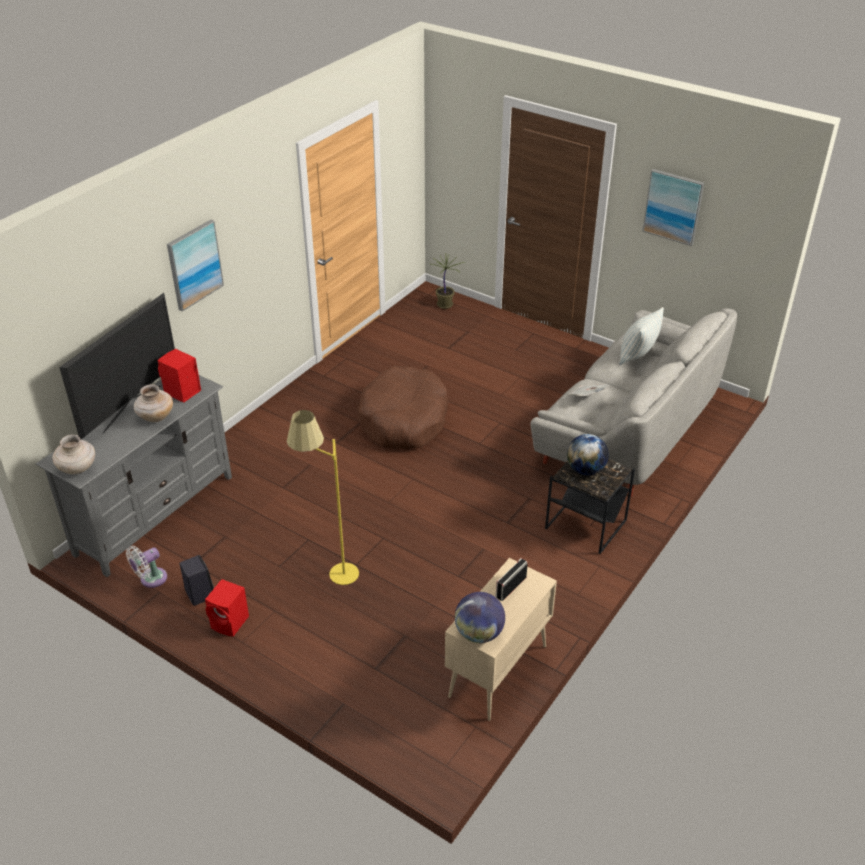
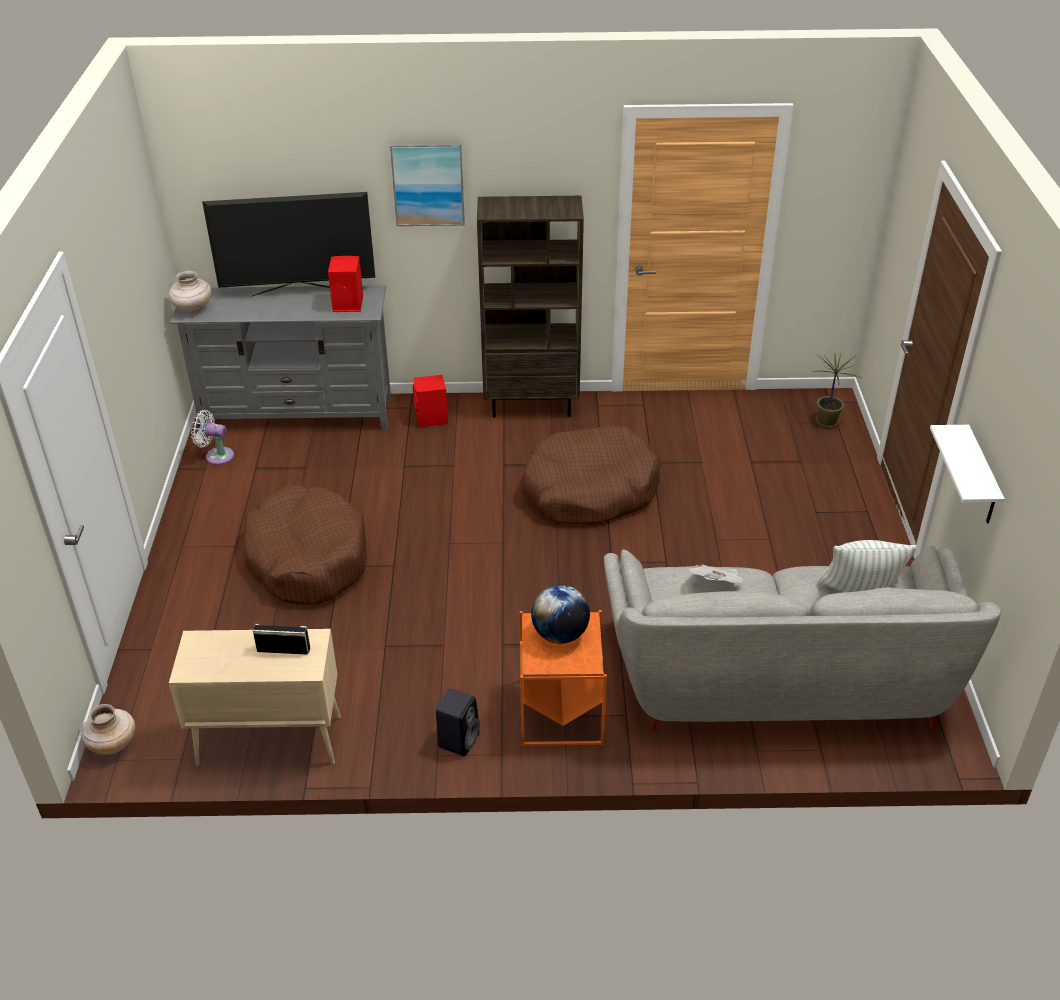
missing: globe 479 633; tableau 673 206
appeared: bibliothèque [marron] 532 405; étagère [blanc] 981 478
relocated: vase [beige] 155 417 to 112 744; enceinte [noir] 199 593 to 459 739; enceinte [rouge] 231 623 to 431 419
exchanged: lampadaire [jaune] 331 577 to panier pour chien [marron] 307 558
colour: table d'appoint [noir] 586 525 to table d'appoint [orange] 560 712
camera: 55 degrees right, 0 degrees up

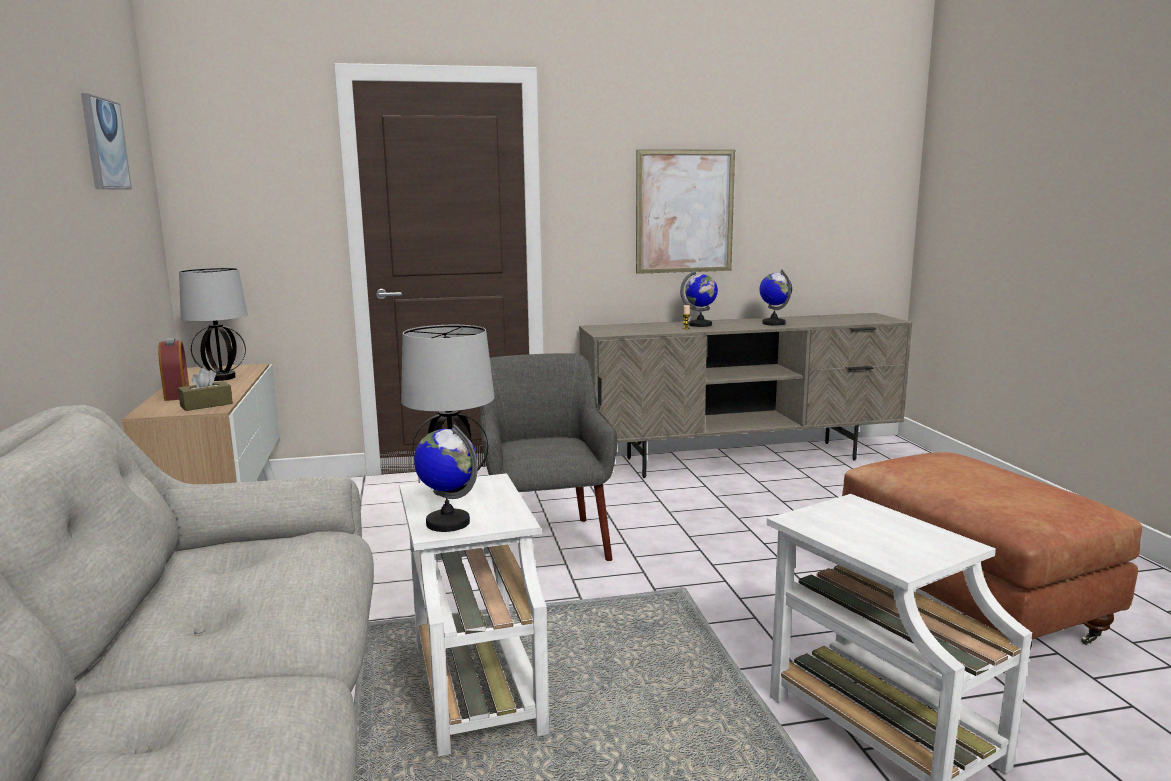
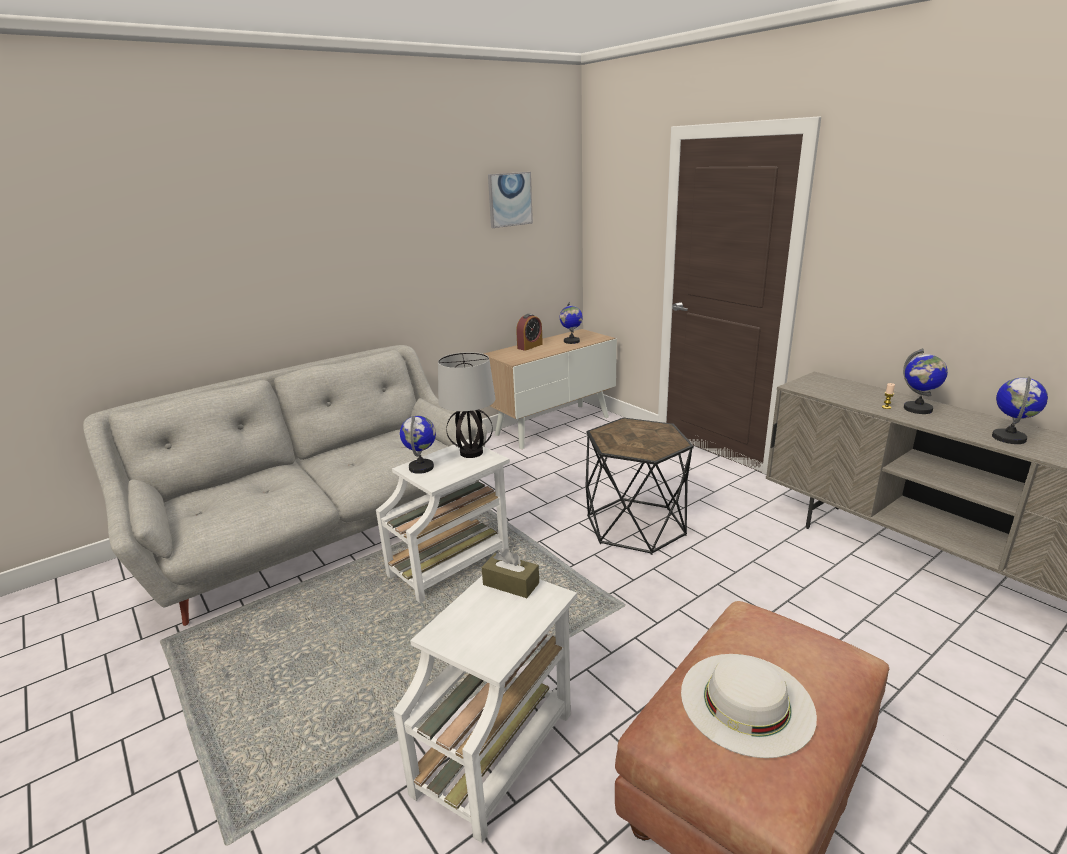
missing: tableau 685 211
appeared: chapeau [blanc] 746 702
relocated: boîte à mouchoirs [marron] 206 405 to 511 584
exchanged: lampe de table 222 378 to globe 571 341; fauteuil [gris] 545 542 to table d'appoint [noir] 635 525
camera: 65 degrees right, 10 degrees up

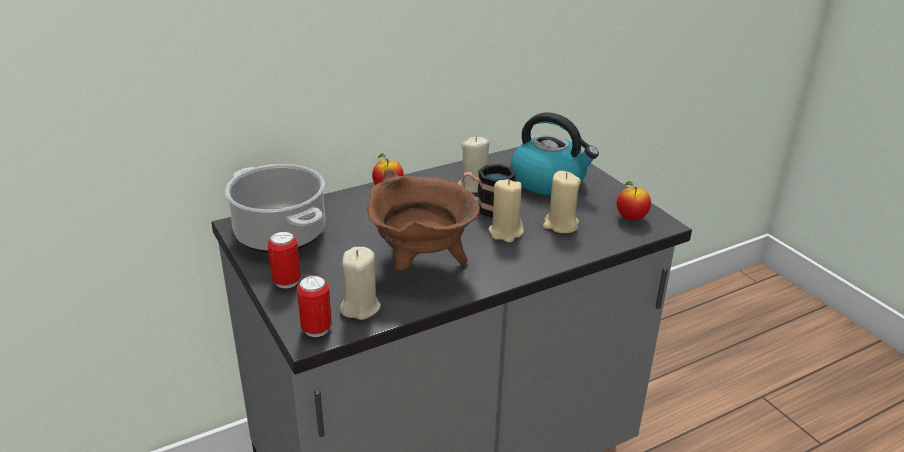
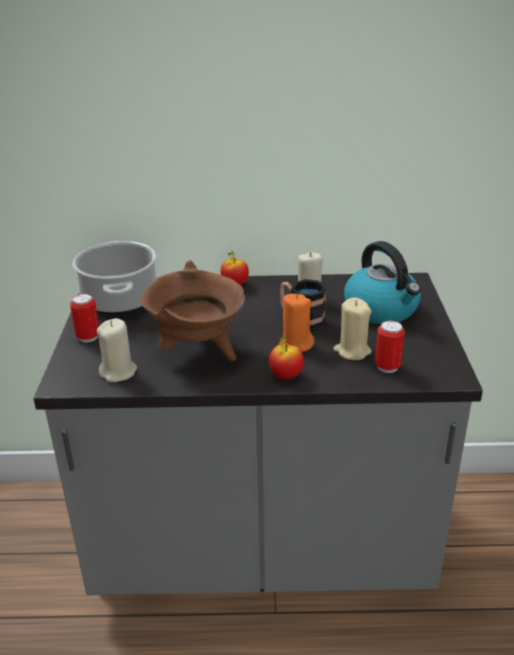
relocated: boîte métallique 316 329 to 387 367; pomme 631 218 to 286 376
colour: bougie [beige] 506 232 to bougie [orange] 295 344
camera: 30 degrees right, 0 degrees up

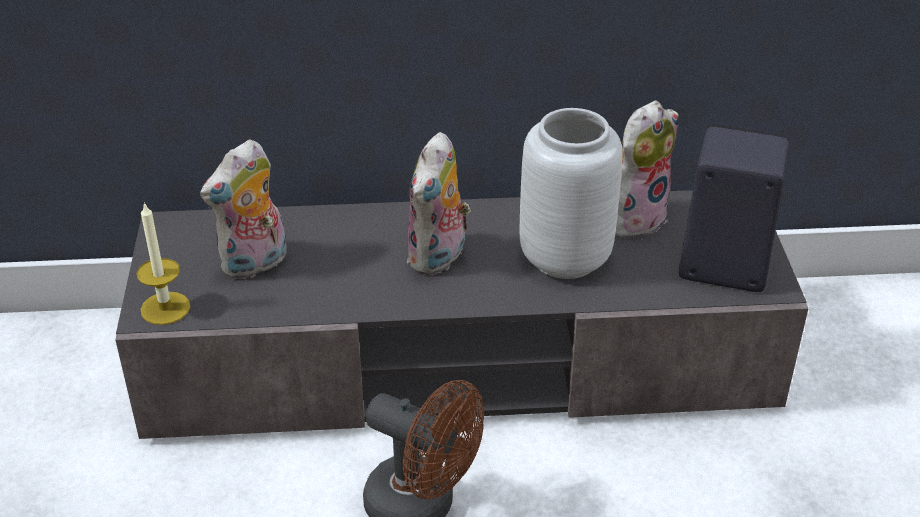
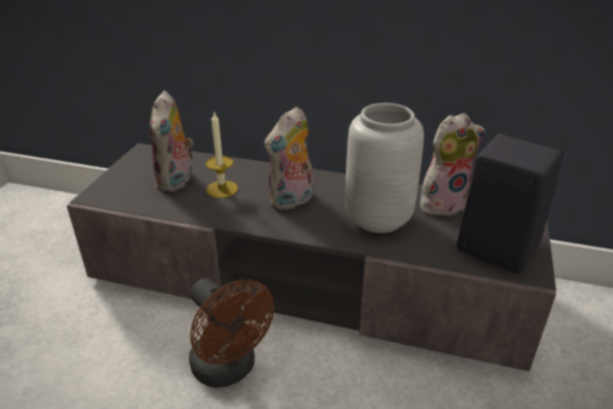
relocated: bougie 165 308 to 222 189
spun: peluche 255 265 = 177 182 60 degrees counterclockwise
camera: 20 degrees right, 5 degrees down

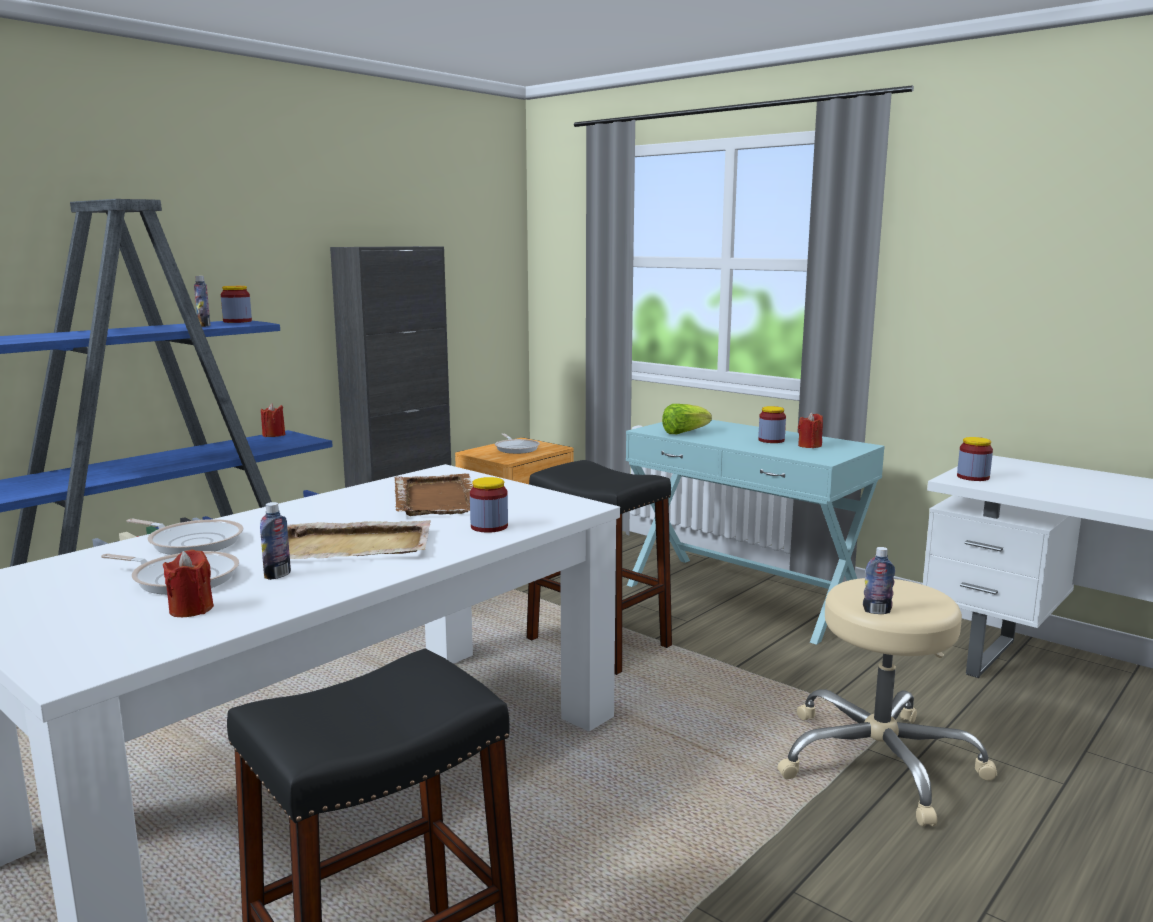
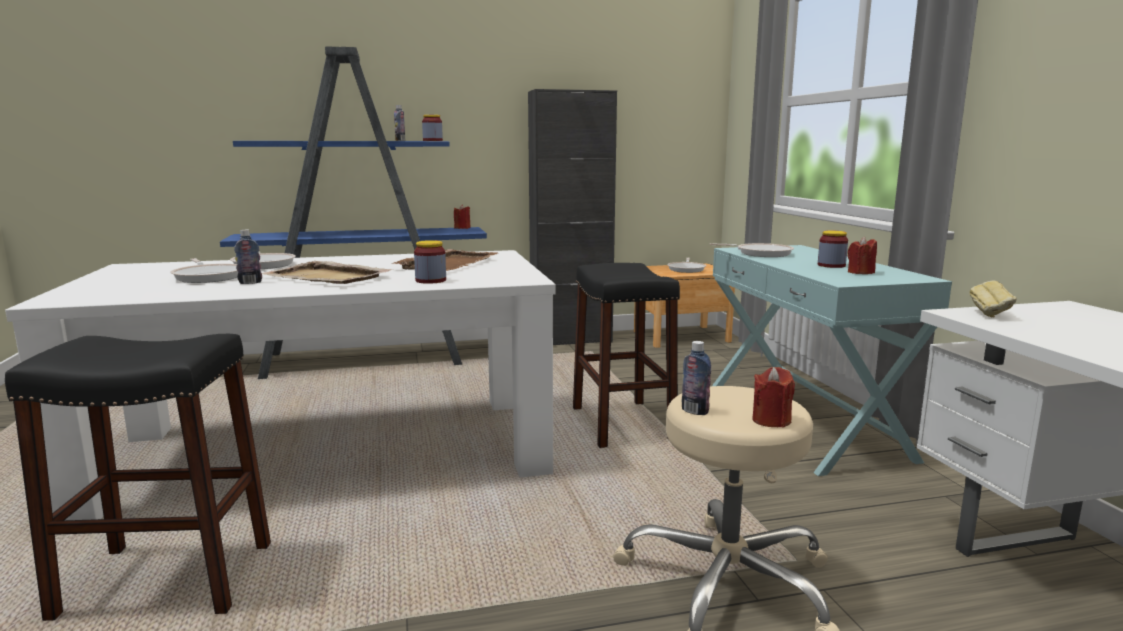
relocated: bougie [rouge] 191 609 to 771 420
exchanged: laitue 684 433 to poêle 761 253; bocal 973 477 to pain 990 314
camera: 35 degrees right, 0 degrees up

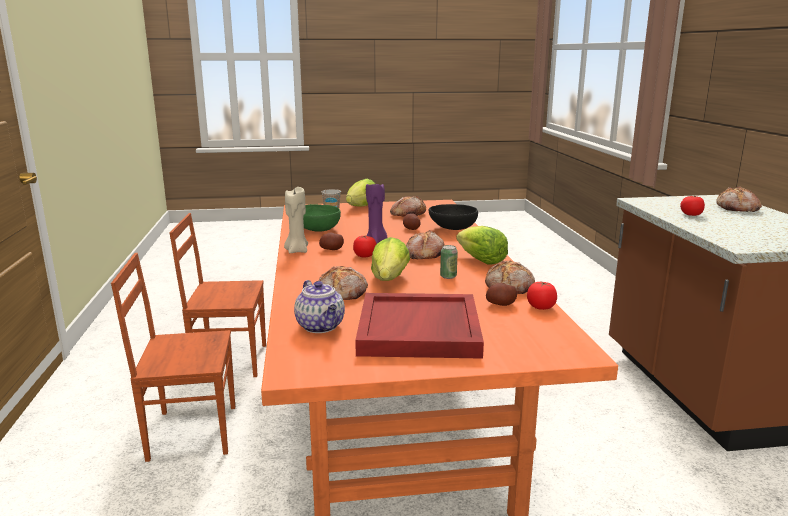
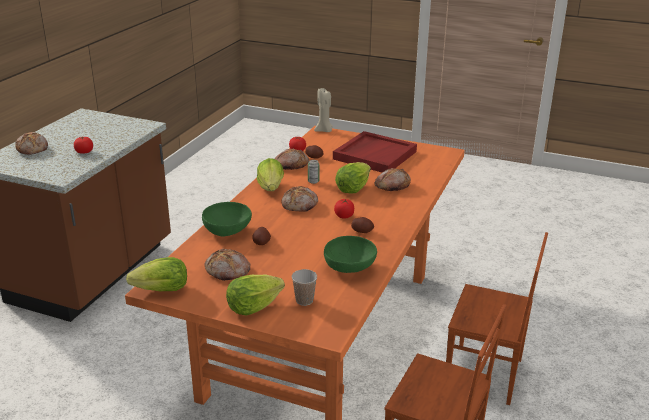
missing: théière 321 327; bougie [violet] 376 242
appeared: laitue 162 290
relocated: bougie [beige] 296 251 to 324 131
colour: bol [noir] 452 229 to bol [vert] 228 231
camera: 150 degrees left, 10 degrees up

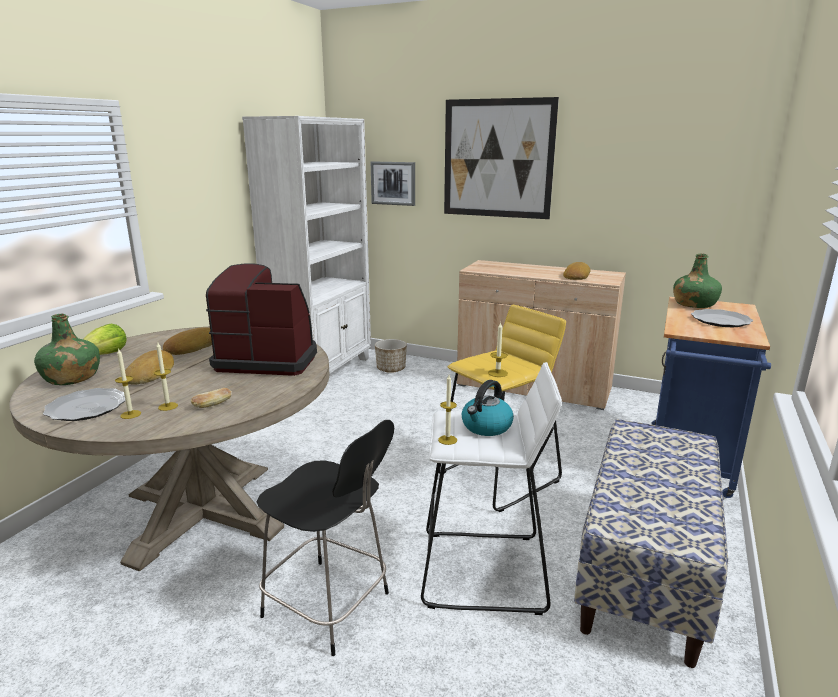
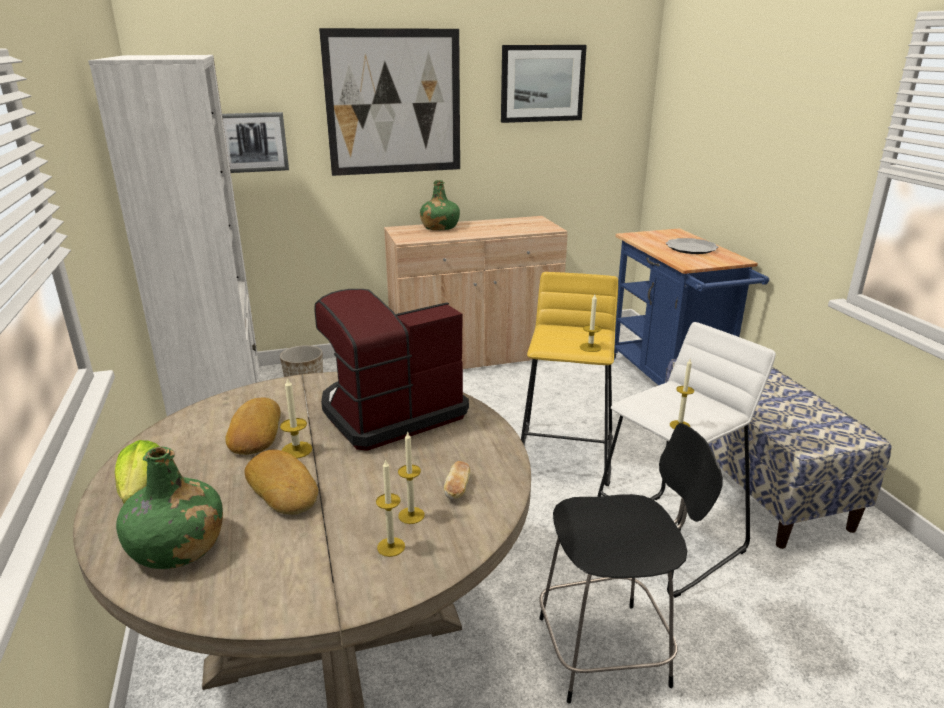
missing: assiette 87 408; bouilloire 486 427; pain 576 276
appeared: bougie 296 450; tableau 542 83
relocated: bouteille [vert] 694 304 to 439 227
camera: 40 degrees left, 5 degrees up

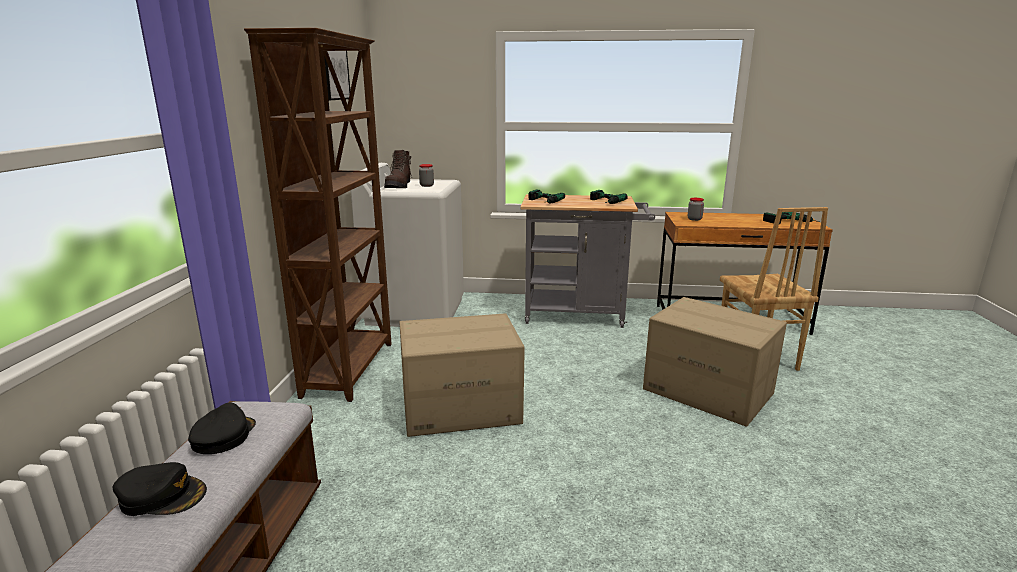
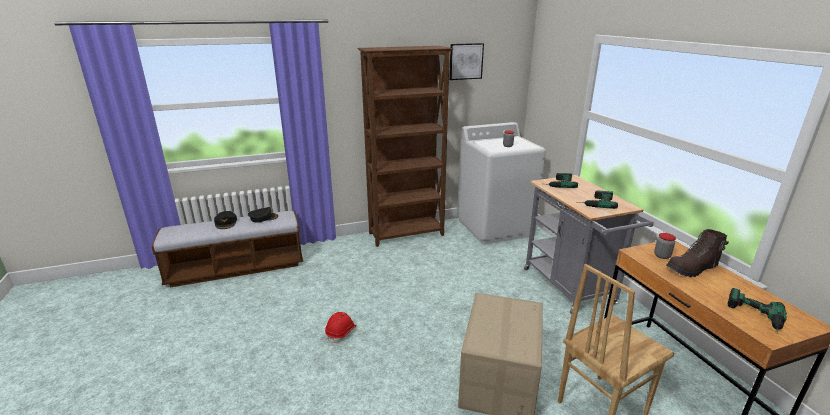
missing: carton 461 407
appeared: casque de chantier [rouge] 341 332
relocated: botte [marron] 399 186 to 692 269
camera: 65 degrees right, 5 degrees up

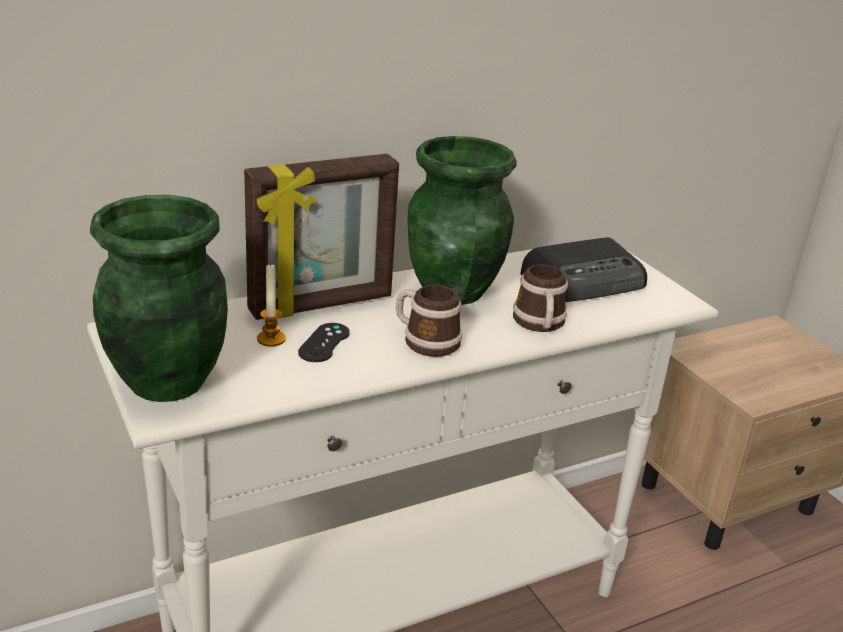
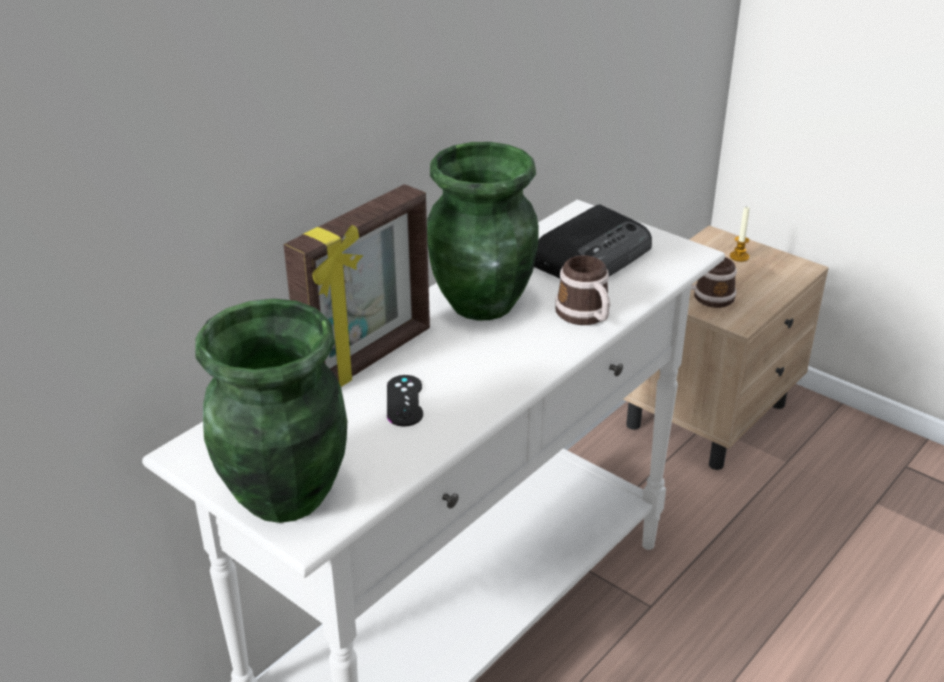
relocated: bougie 271 339 to 739 257; mug 425 340 to 707 297
camera: 20 degrees left, 5 degrees up

